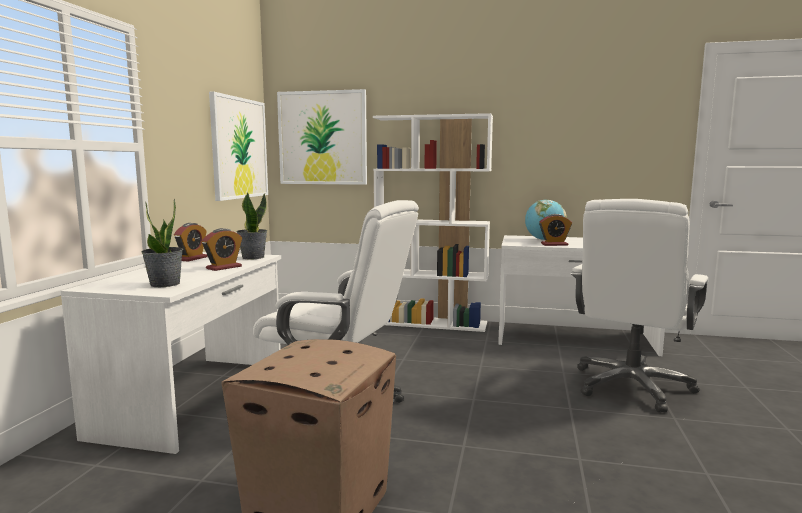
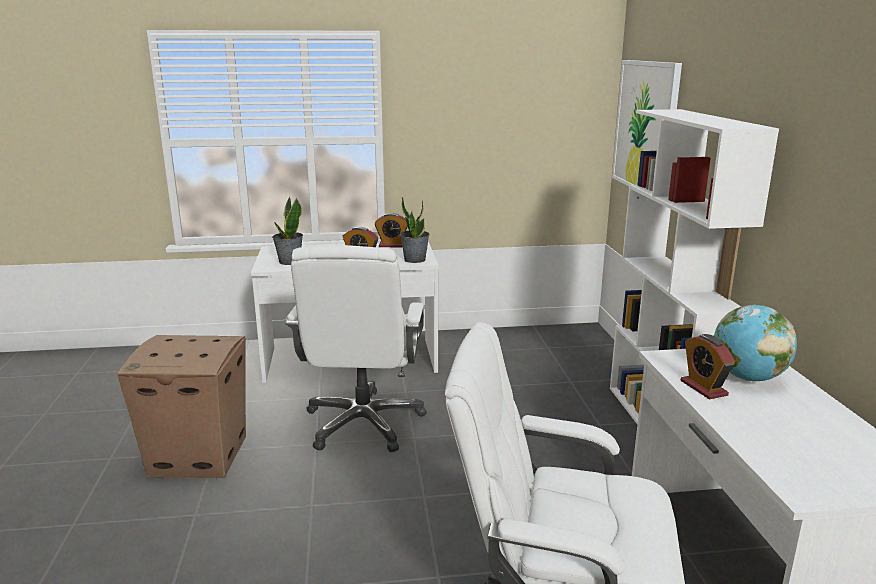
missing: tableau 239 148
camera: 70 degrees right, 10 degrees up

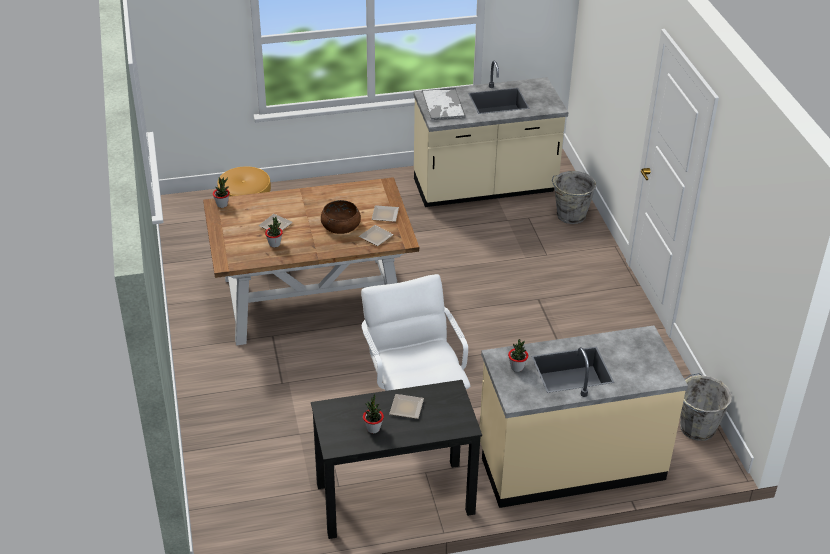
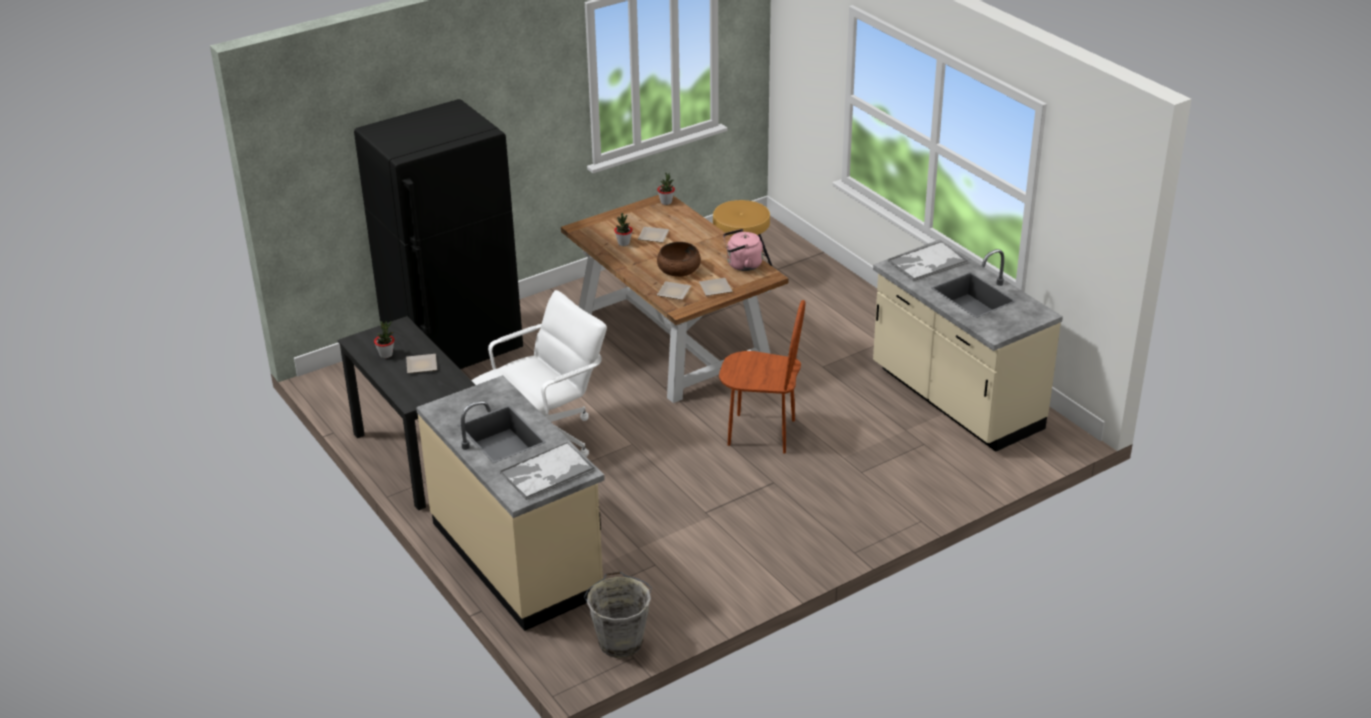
missing: plante en pot 517 367; seau [gris] 570 216
appeared: réfrigérateur [noir] 454 353; plateau 546 472; chaise [marron] 761 433; bouilloire [rose] 742 265
camera: 70 degrees right, 5 degrees down

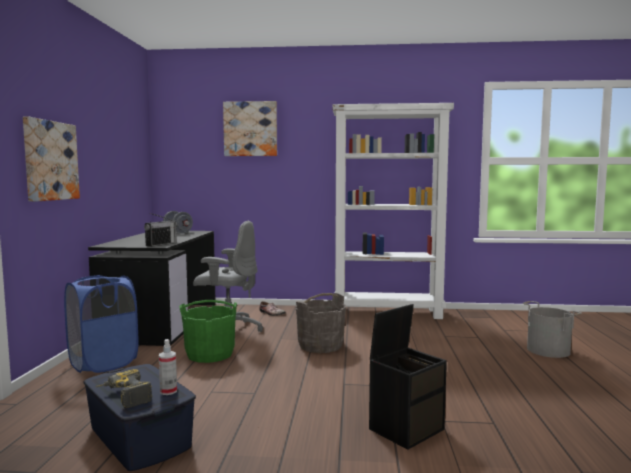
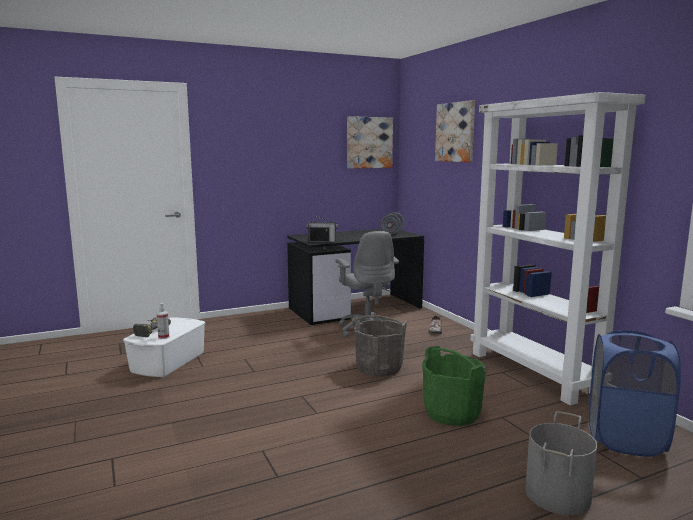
missing: boîte de rangement [noir] 406 428
relocated: tableau 50 160 to 369 142; panier à linge [bleu] 103 363 to 626 439; seau [vert] 210 354 to 452 413
colour: boîte de rangement [bleu] 139 437 to boîte de rangement [blanc] 167 361
camera: 60 degrees right, 5 degrees up

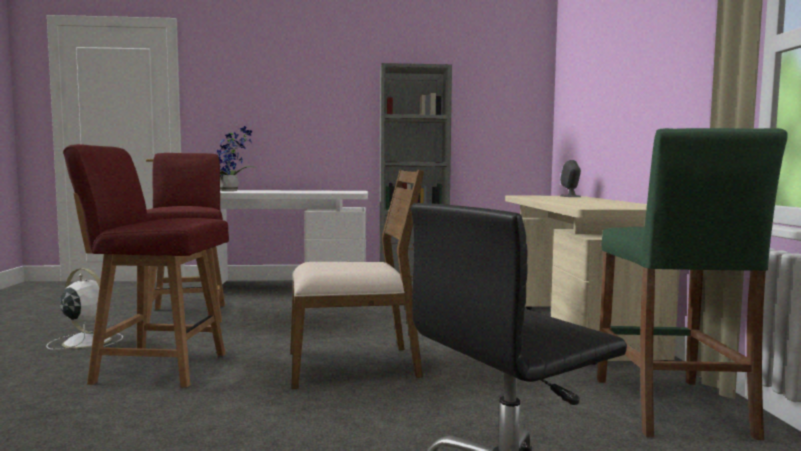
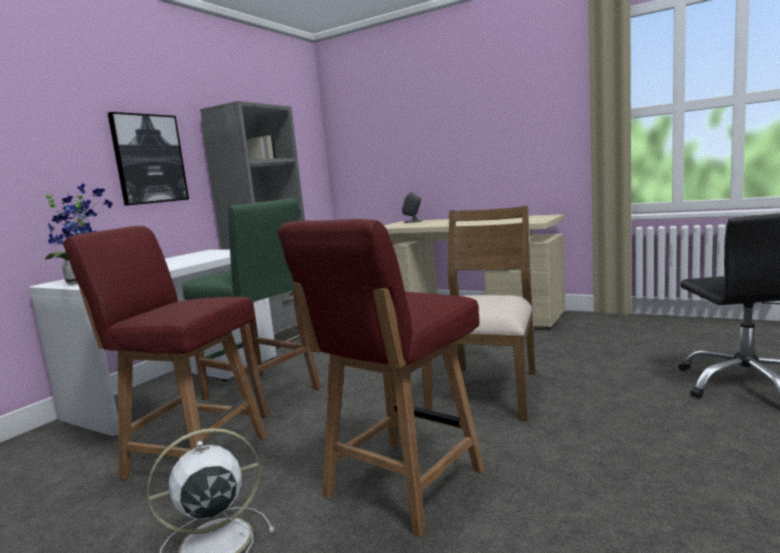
appeared: tableau 149 159
relocated: tabouret [vert] 670 407 to 262 394
camera: 55 degrees left, 5 degrees up

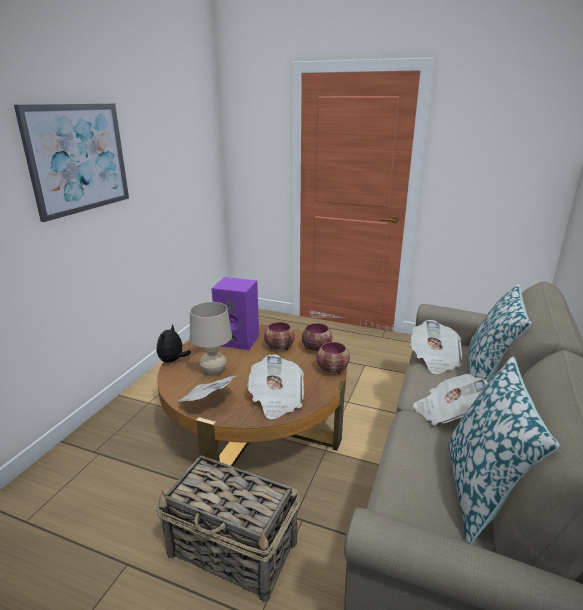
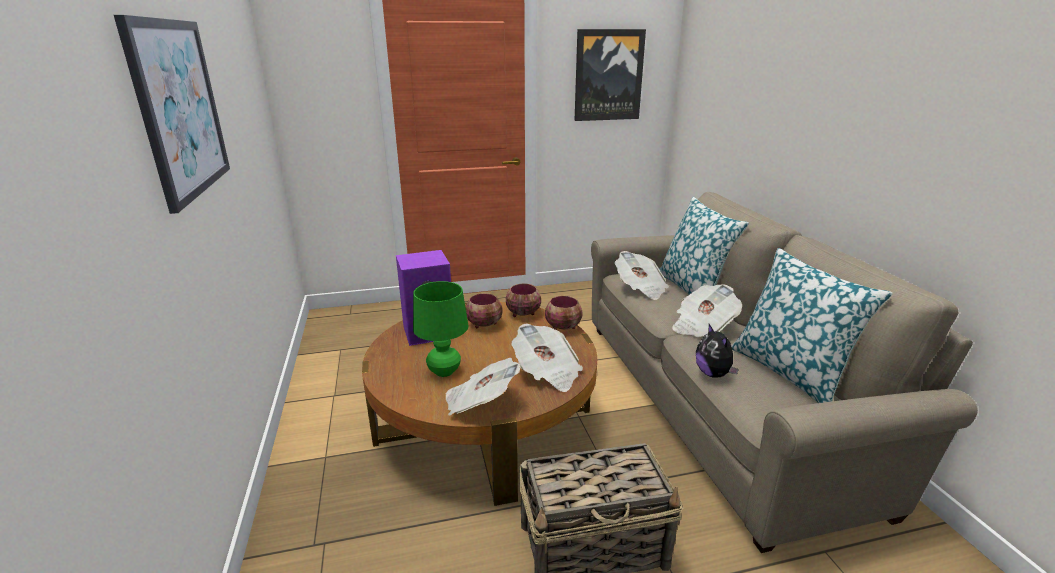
appeared: tableau 608 75
relocated: peluche 172 361 to 713 374
colour: lampe de table [beige] 213 371 to lampe de table [vert] 444 371
camera: 35 degrees left, 0 degrees up

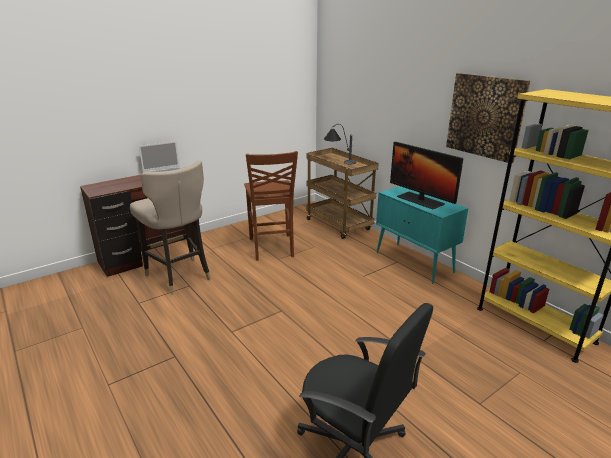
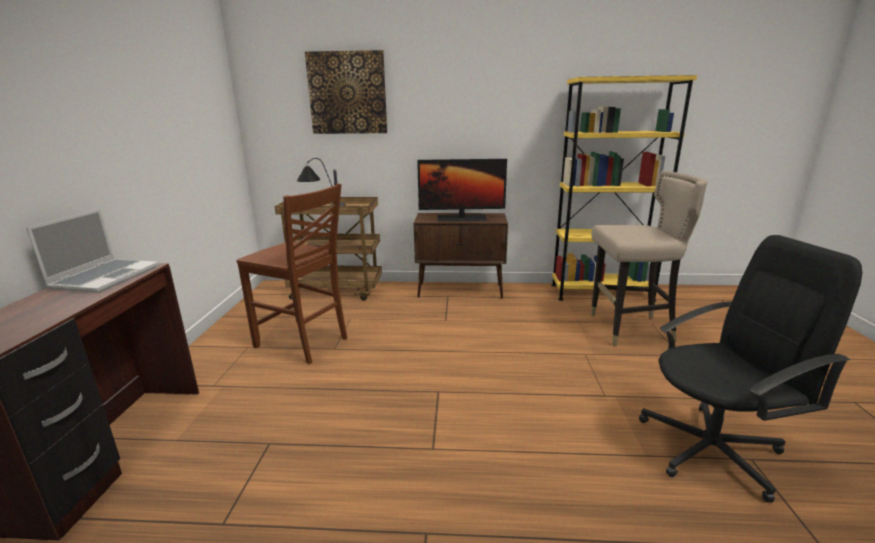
relocated: tabouret [beige] 179 276 to 630 329; tableau 485 116 to 347 93
colour: meuble de rangement [turquoise] 414 262 to meuble de rangement [marron] 461 291
camera: 50 degrees left, 5 degrees down

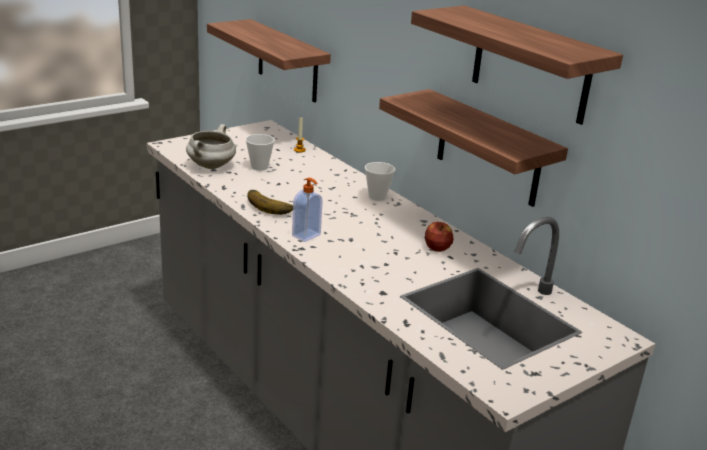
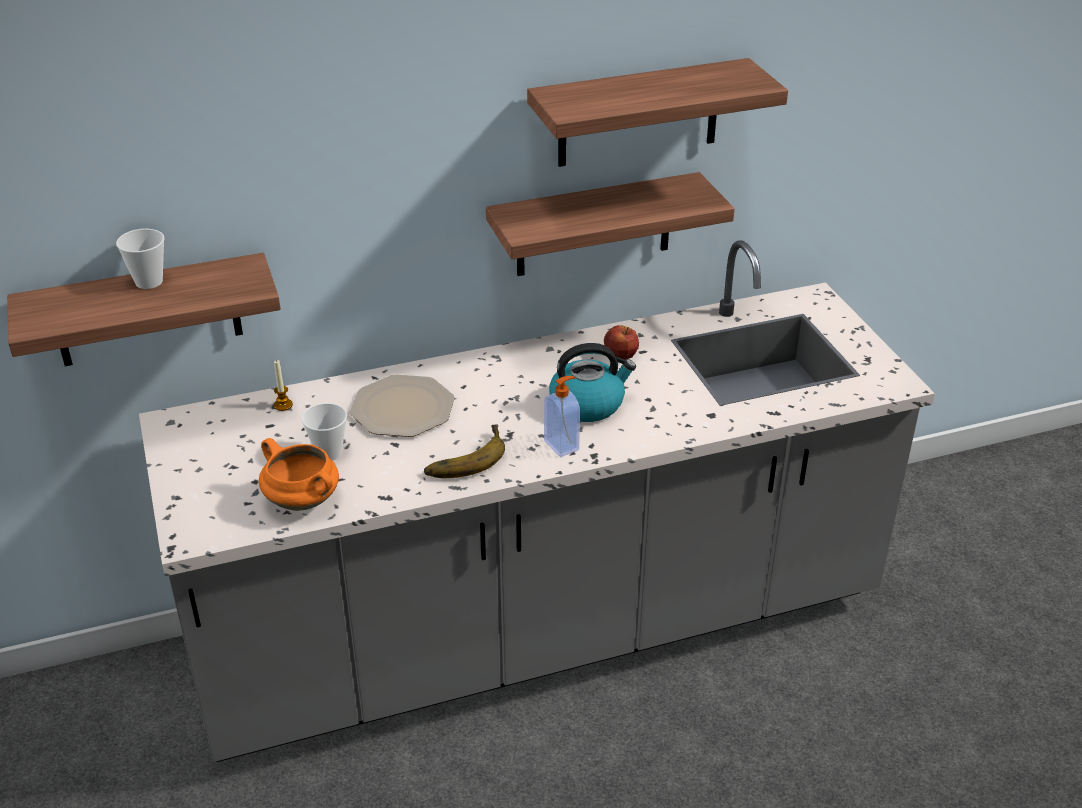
appeared: assiette 404 408; bouilloire 588 404
relocated: tasse 377 197 to 149 282
colour: marmite [blanc] 211 166 to marmite [orange] 304 501
camera: 70 degrees left, 10 degrees up

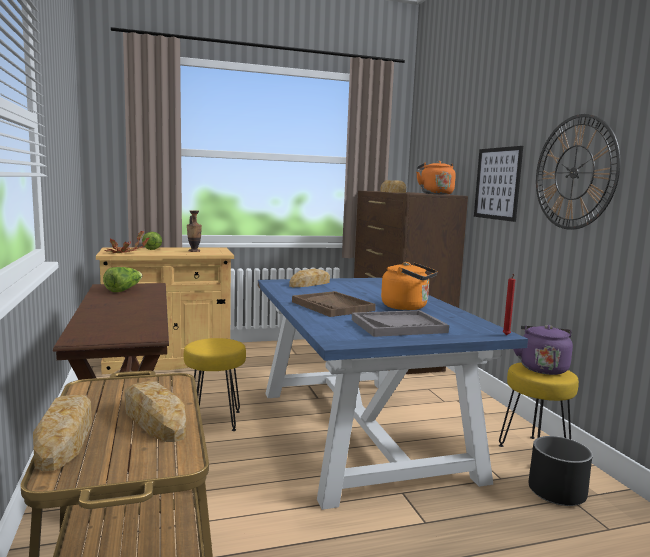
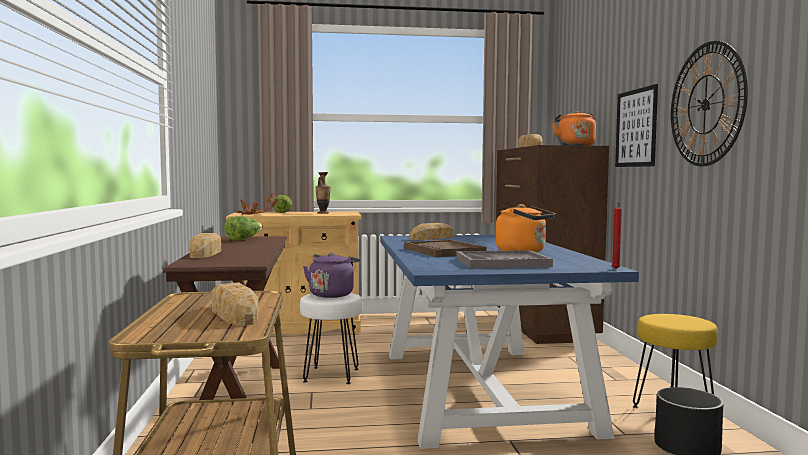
relocated: pain 65 438 to 206 253; bouilloire [violet] 542 368 to 332 294
colour: tabouret [jaune] 214 420 to tabouret [blanc] 331 375
camera: 10 degrees right, 5 degrees down

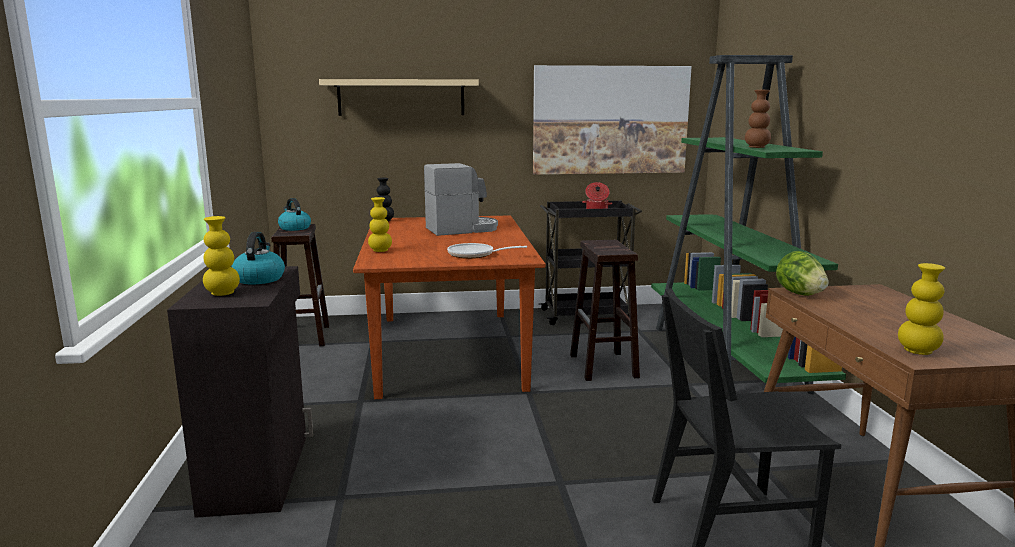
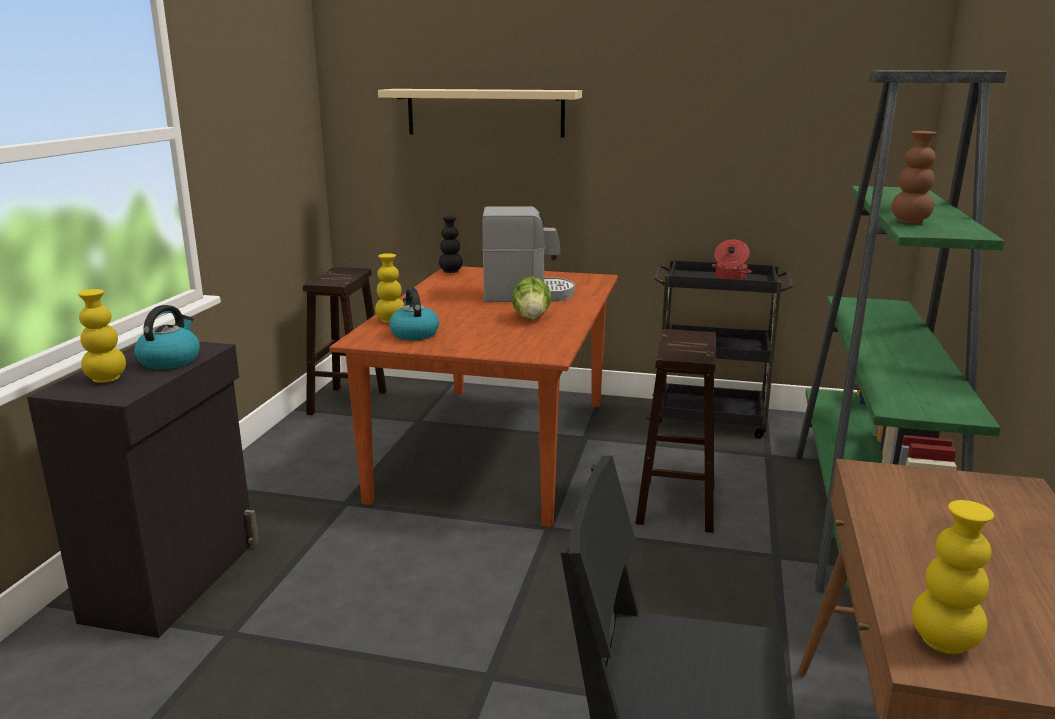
missing: poêle 475 255; tableau 610 120
relocated: bouilloire 294 228 to 414 334; laitue 799 294 to 531 318
camera: 20 degrees right, 5 degrees up

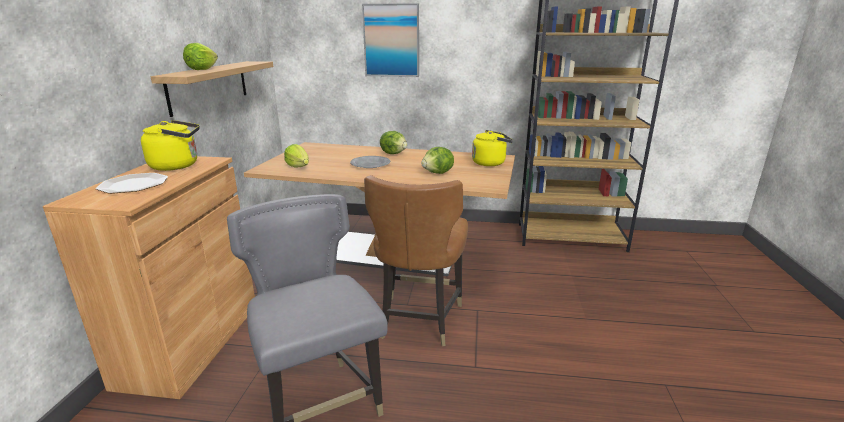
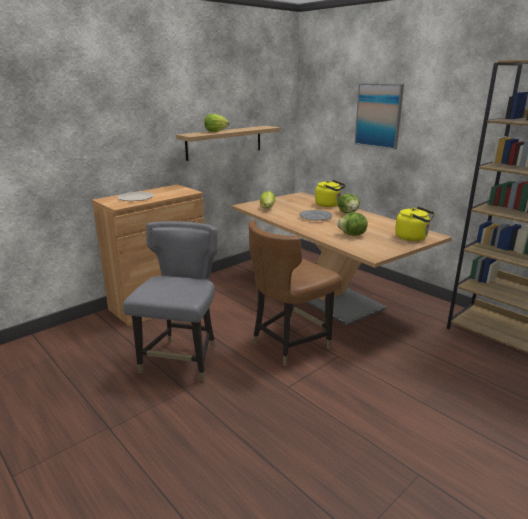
relocated: bouilloire [jaune] 178 166 to 329 205
camera: 40 degrees right, 0 degrees up

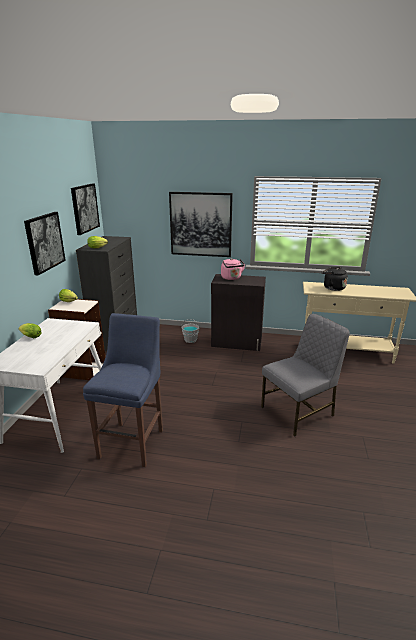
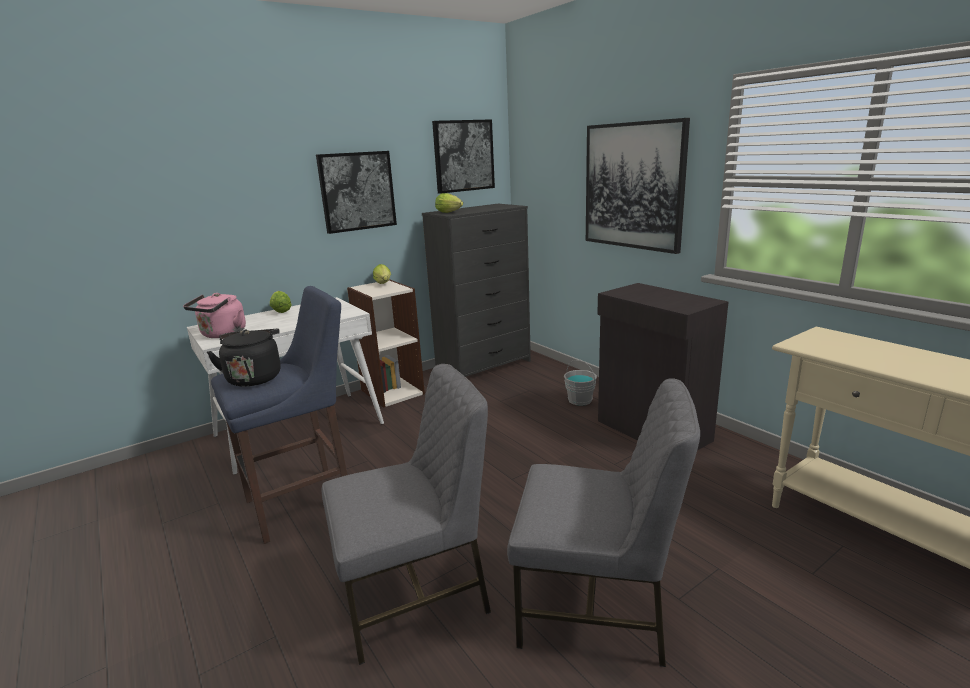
appeared: chaise [gris] 416 594
relocated: bouilloire [rose] 232 278 to 222 335; bouilloire [noir] 332 288 to 254 377
camera: 45 degrees right, 5 degrees down

